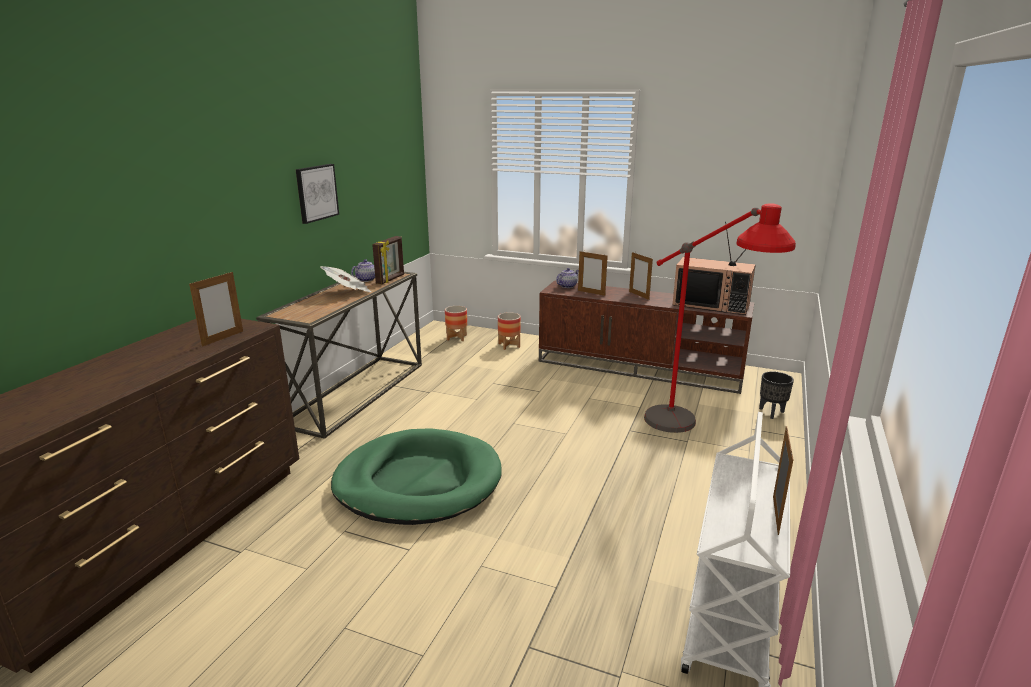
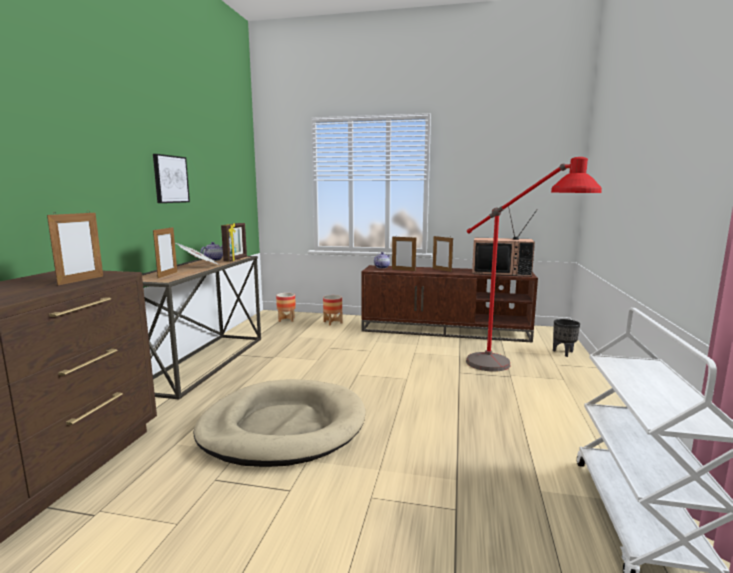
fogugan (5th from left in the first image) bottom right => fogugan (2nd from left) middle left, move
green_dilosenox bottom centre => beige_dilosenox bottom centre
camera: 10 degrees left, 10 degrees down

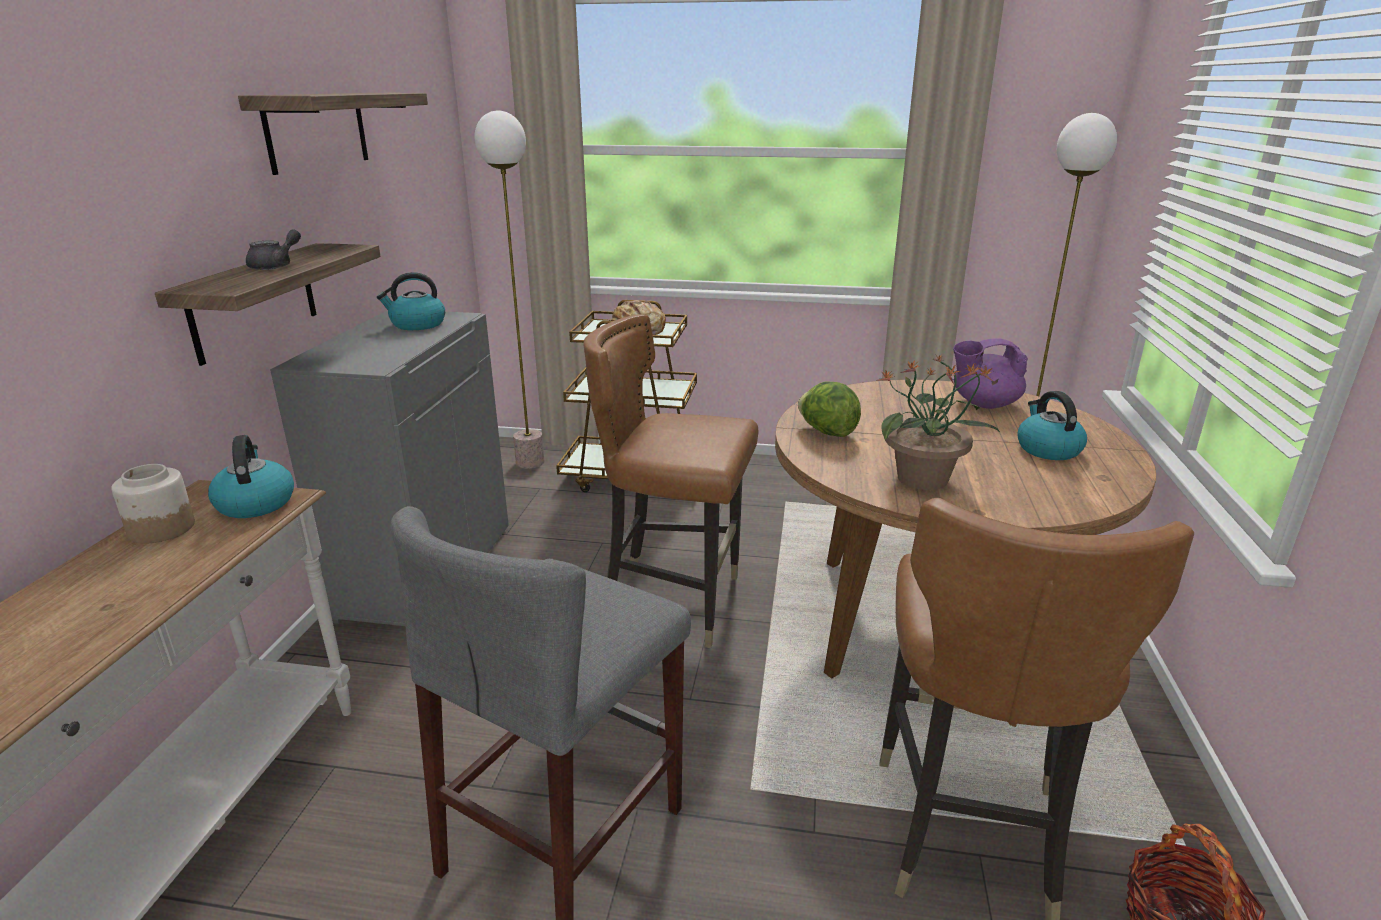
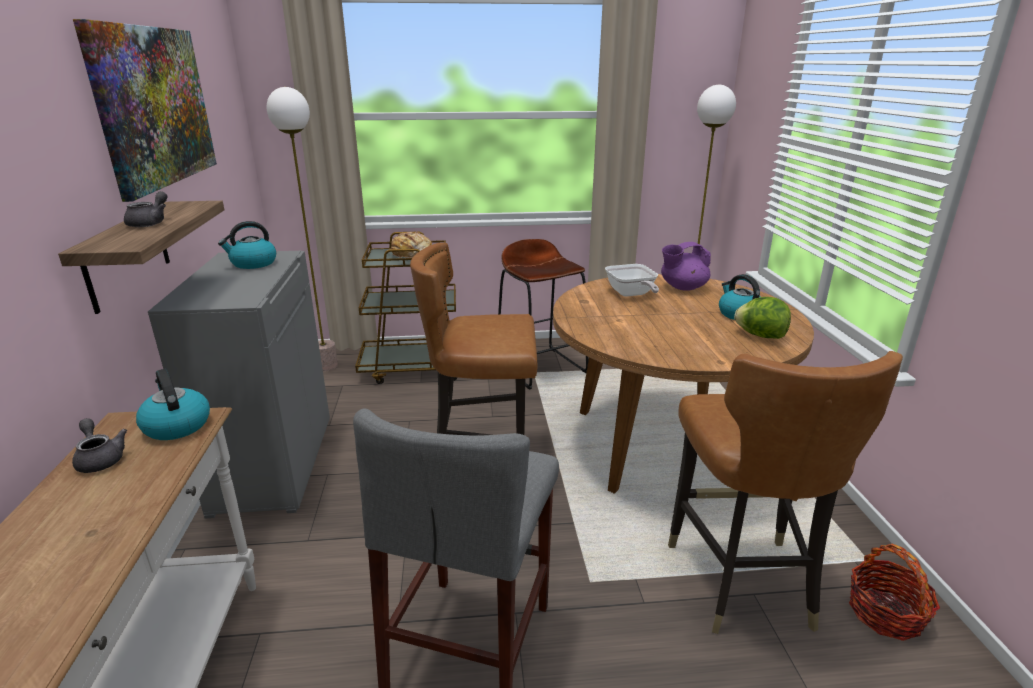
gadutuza middle left => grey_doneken (1st from left) middle left
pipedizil (2nd from left) top left => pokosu top left
nothing => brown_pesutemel centre
nothing => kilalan centre
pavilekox centre => pavilekox middle right, move
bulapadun middle right => nothing
camera: 15 degrees left, 0 degrees up

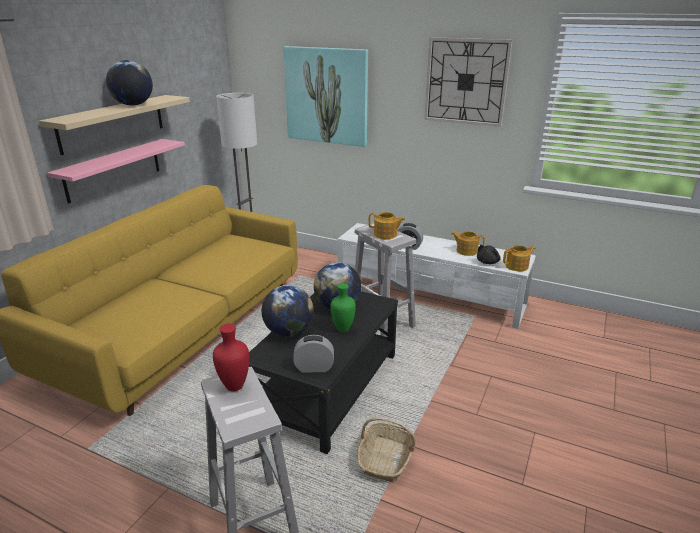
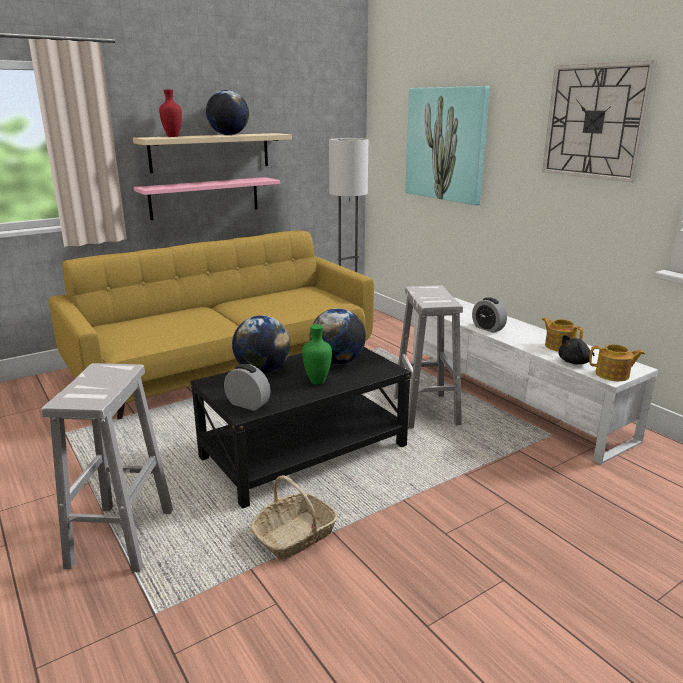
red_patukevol bottom left => red_patukevol top left, move
doneken (1st from left) centre => nothing
camera: 30 degrees right, 5 degrees down

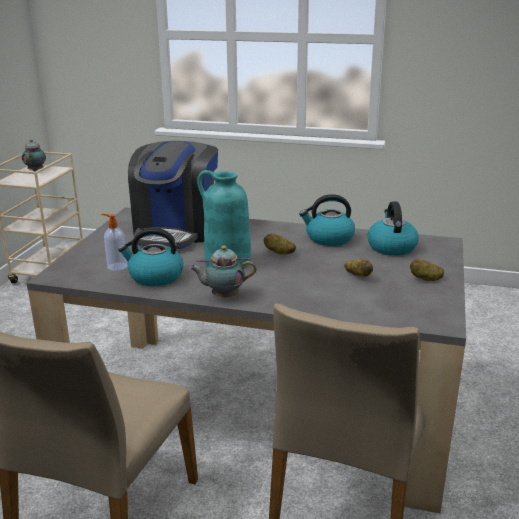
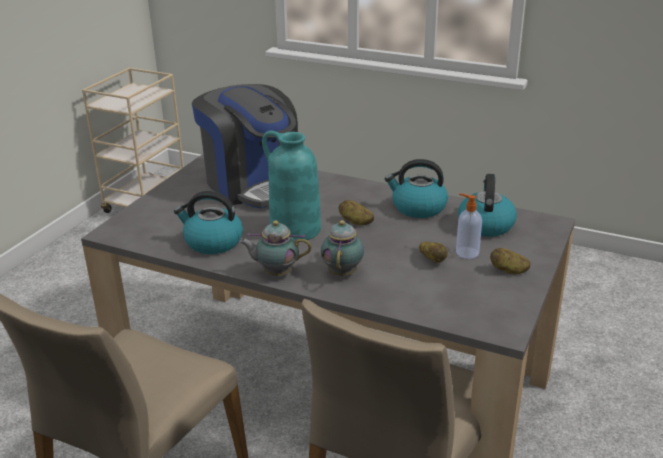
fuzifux centre => fuzifux top centre, 60 degrees counterclockwise
doneken (1st from left in the first image) top left => doneken (2nd from left) centre, move
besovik middle left => besovik middle right, move
camera: 10 degrees right, 5 degrees up

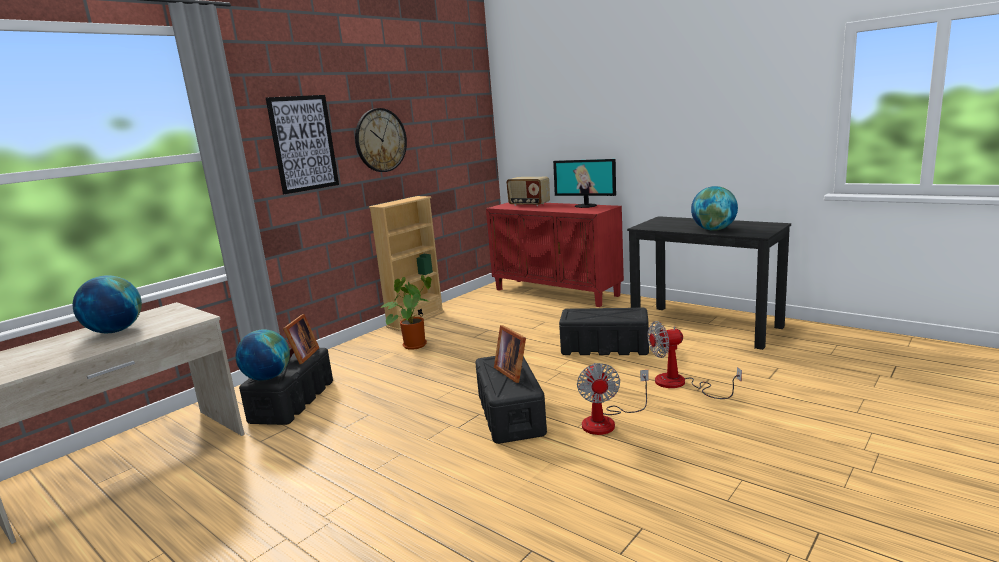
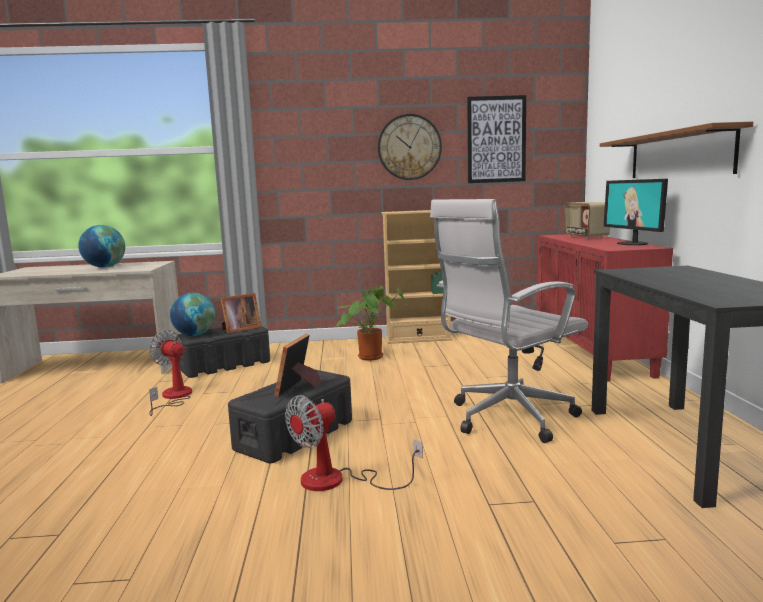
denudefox (2nd from left in the first image) middle right => denudefox (1st from left) middle left, move
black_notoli (3rd from left) centre => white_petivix middle right
pokosu top left => pokosu top centre, move
nothing => brown_pipedizil top right
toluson (3rd from left) middle right => nothing
camera: 45 degrees right, 5 degrees down

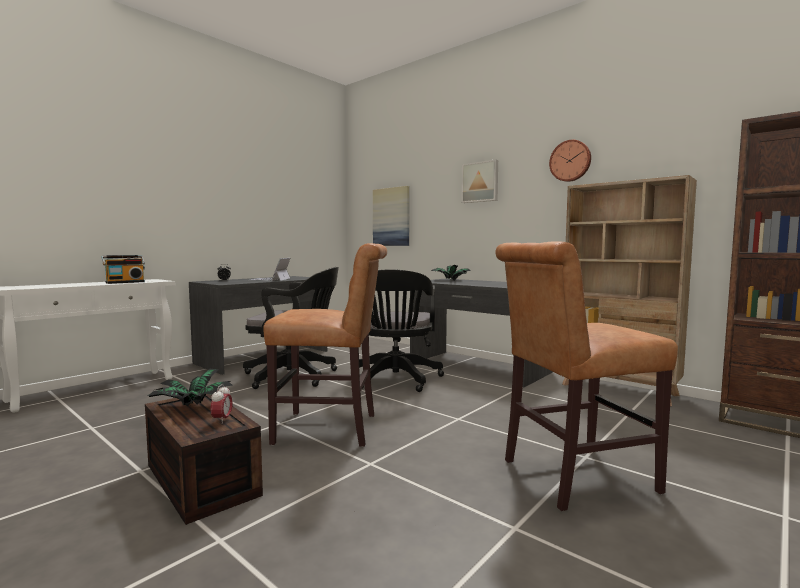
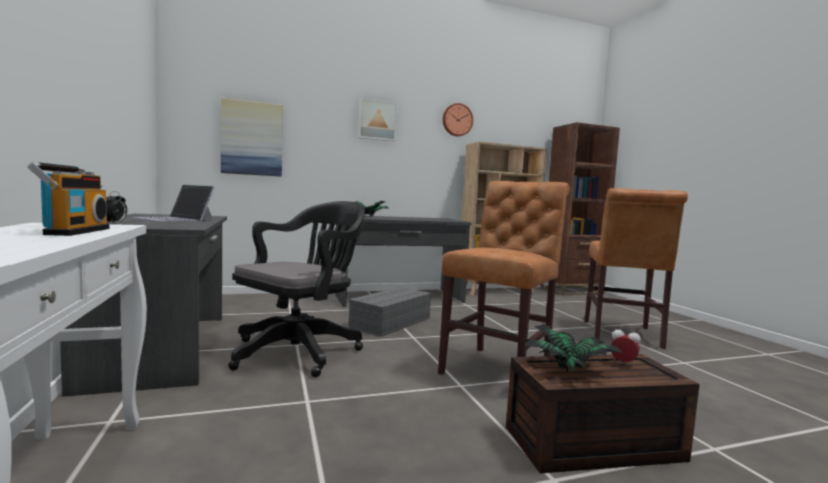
black_petivix (2nd from left) centre => grey_notoli centre
camera: 60 degrees left, 0 degrees up

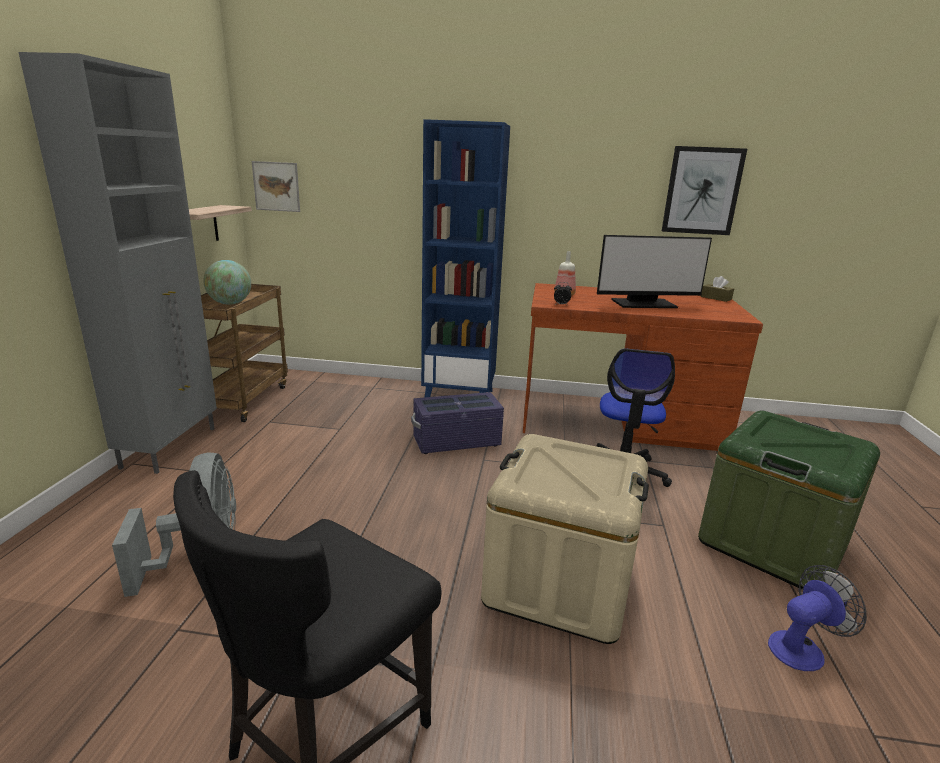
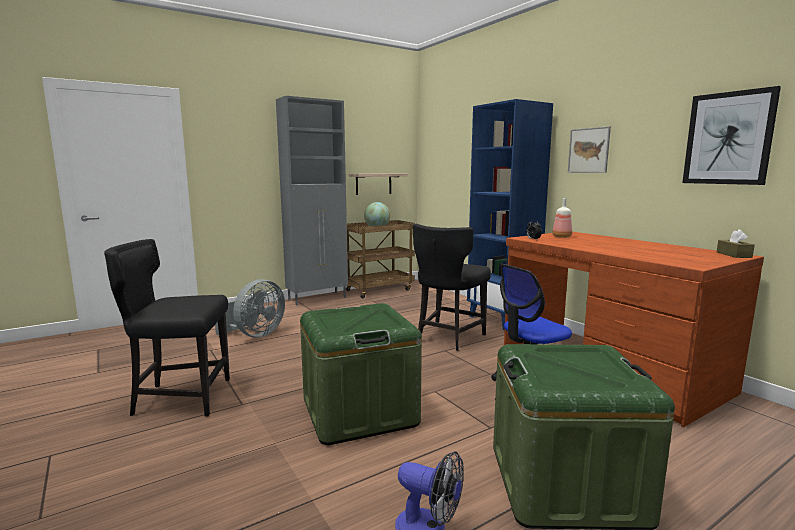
beige_notoli bottom centre => green_notoli (1st from left) bottom centre
purple_notoli centre => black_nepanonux (2nd from left) centre
pokosu (1st from left) top left => pokosu (1st from left) top right, move
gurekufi middle right => nothing
camera: 50 degrees right, 10 degrees down

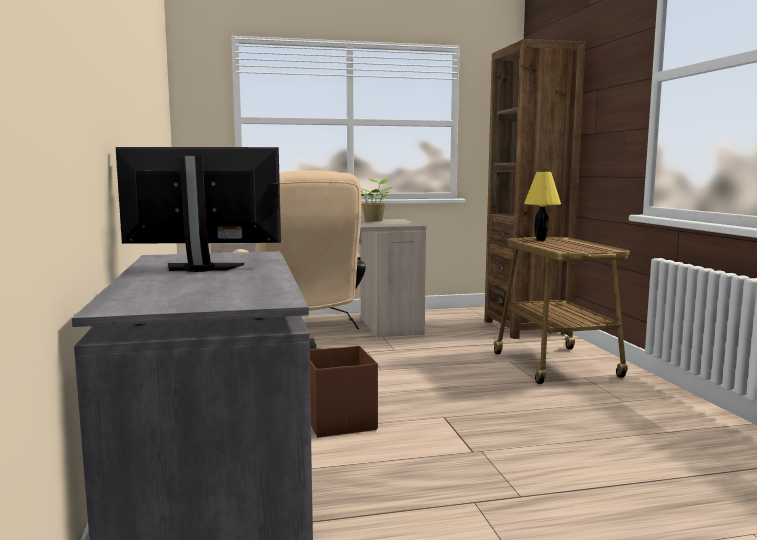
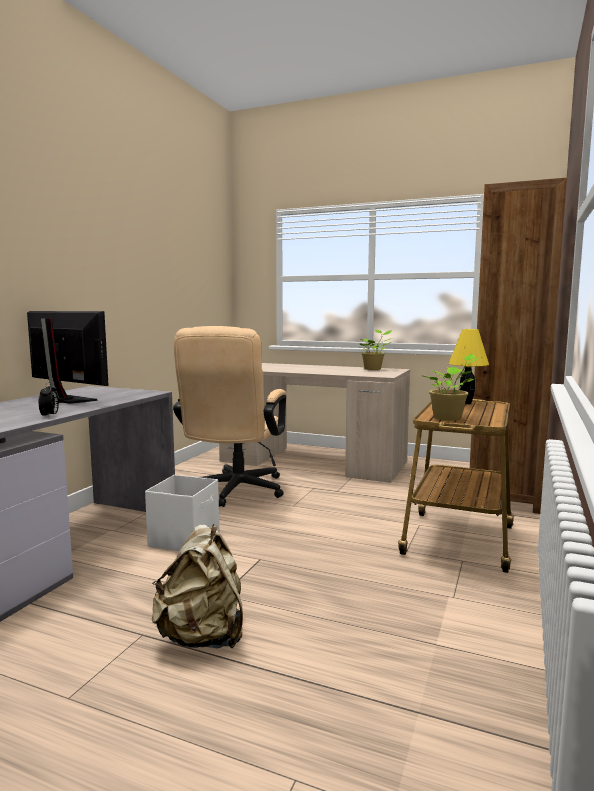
nothing => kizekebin middle left
brown_notoli bottom centre => white_notoli middle left
nothing => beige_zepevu bottom left
nothing => bulapadun (2nd from left) middle right
camera: 35 degrees right, 0 degrees up

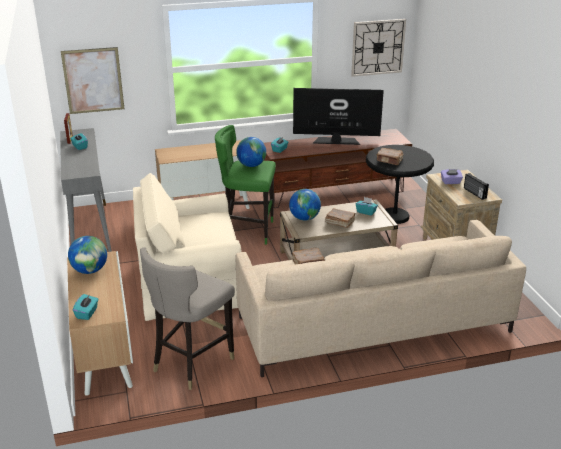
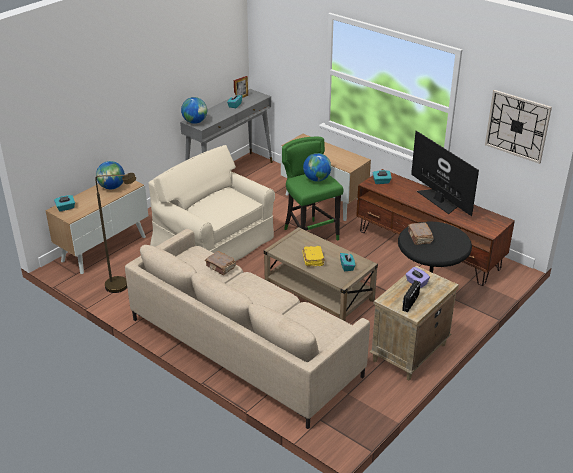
grey_pesutemel bottom centre => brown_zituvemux middle left
toluson (3rd from left in the first image) centre => toluson (2nd from left) top centre, move
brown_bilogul (2nd from left) centre => yellow_bilogul centre
pokosu top left => nothing
camera: 55 degrees right, 5 degrees up

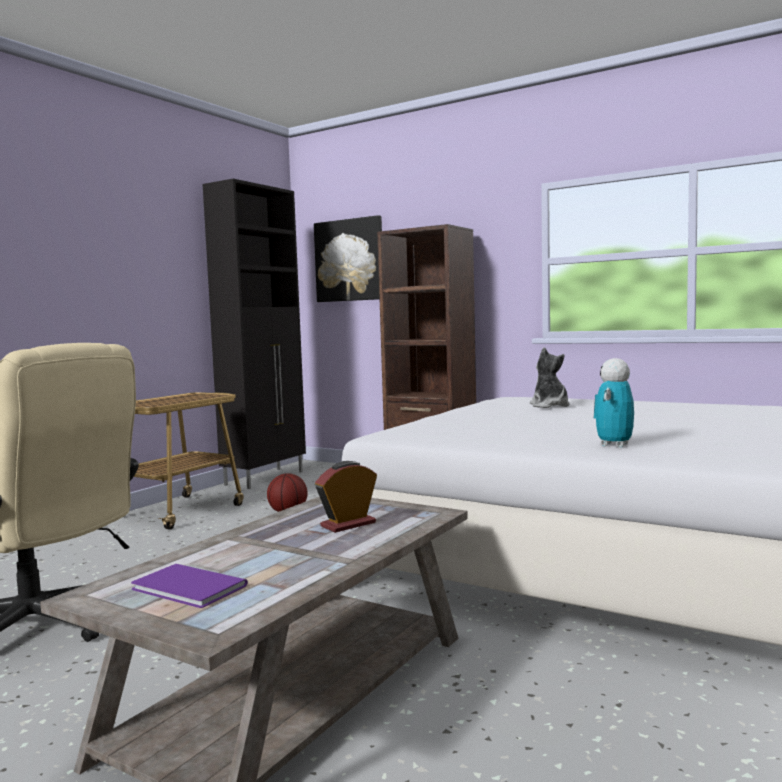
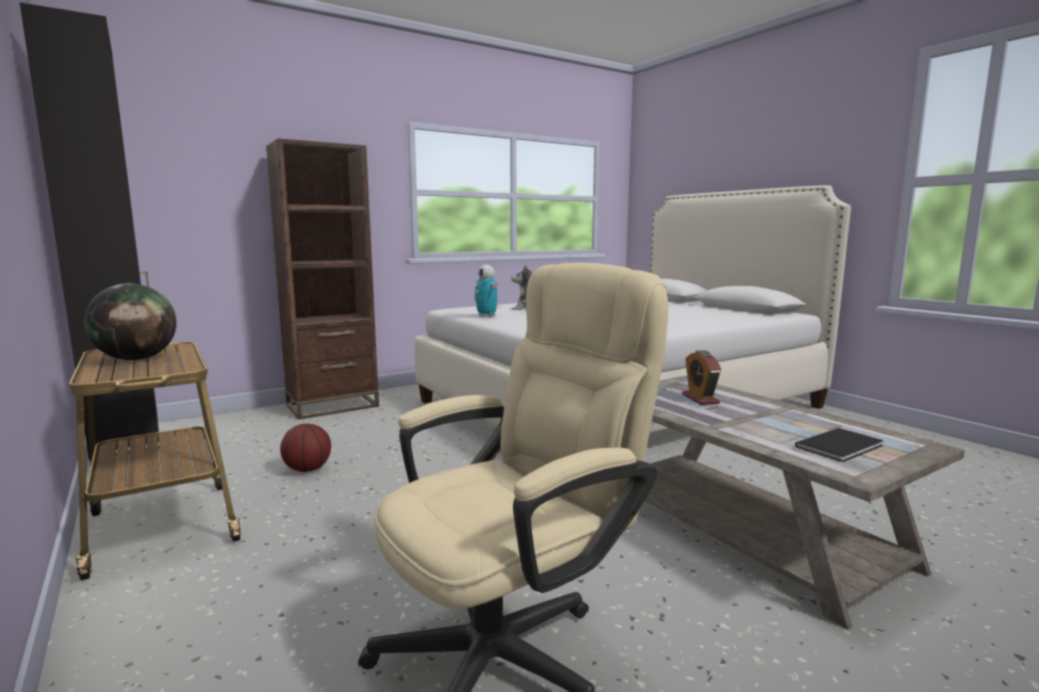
nothing => toluson middle left
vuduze middle right => vuduze centre, move
purple_bilogul bottom left => black_bilogul middle right
pokosu top centre => nothing
camera: 65 degrees left, 5 degrees up

